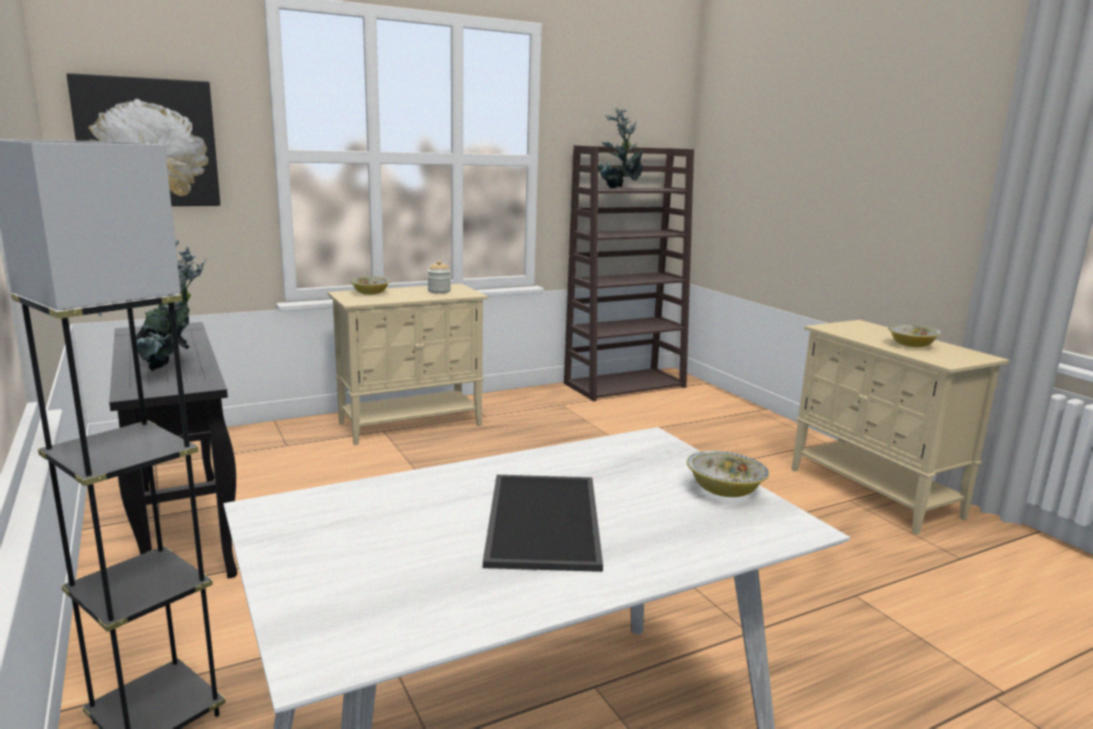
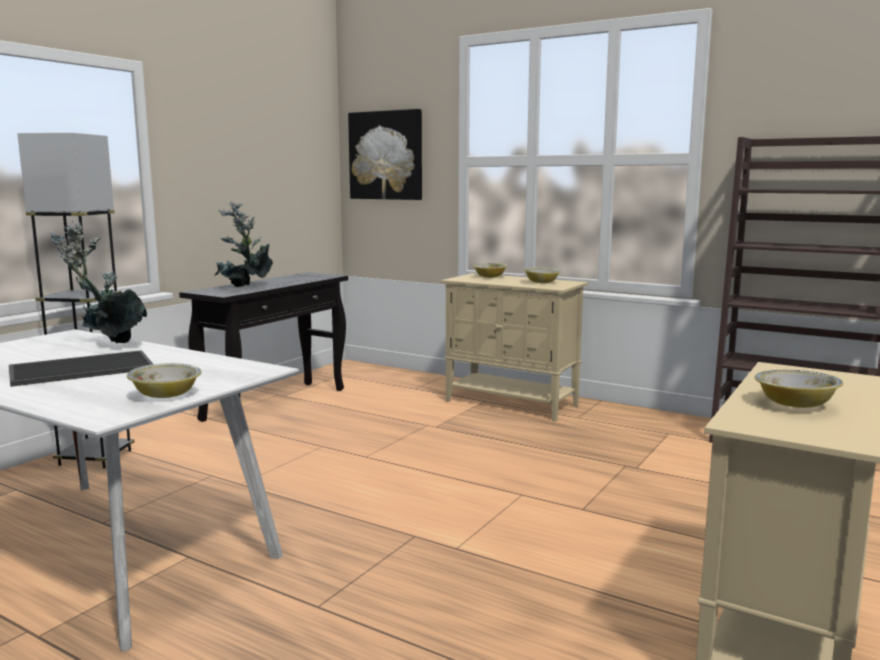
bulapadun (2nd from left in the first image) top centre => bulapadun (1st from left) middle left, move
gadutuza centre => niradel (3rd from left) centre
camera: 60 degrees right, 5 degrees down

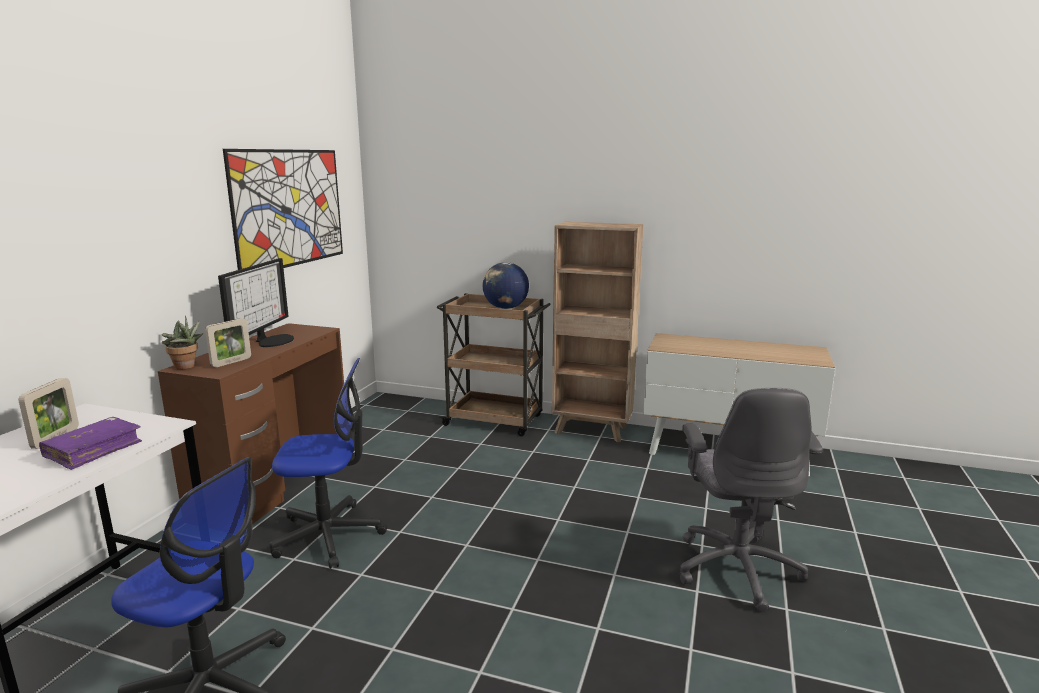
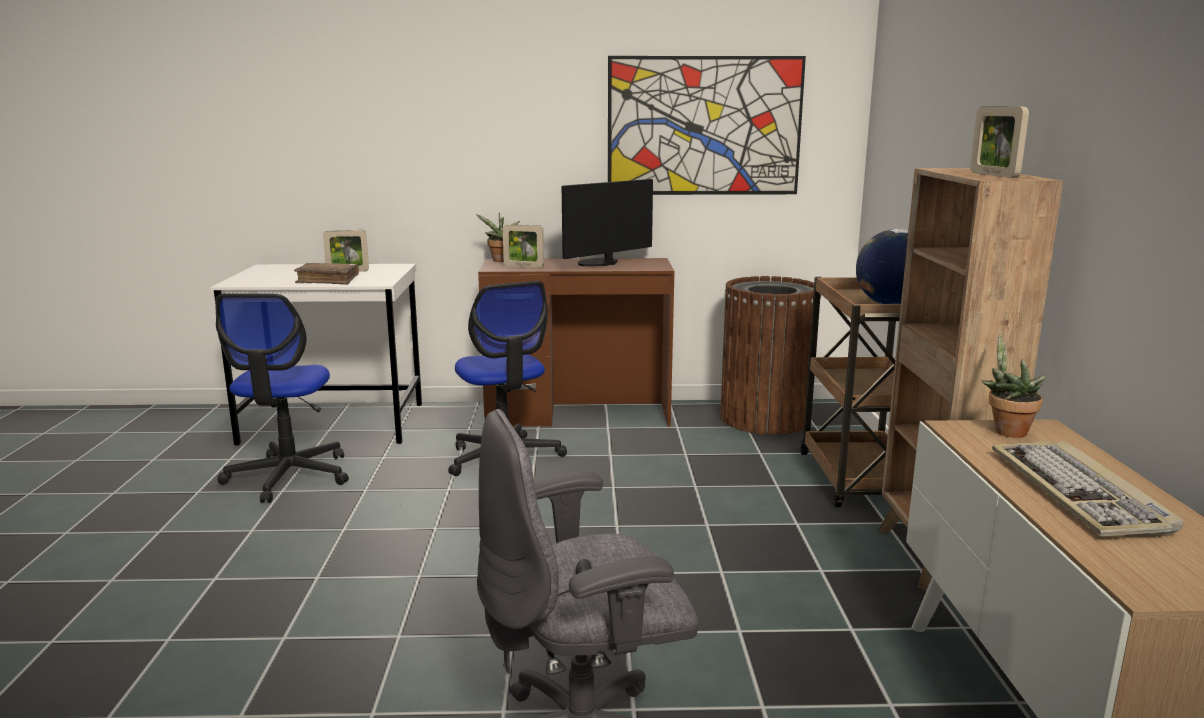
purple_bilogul middle left => brown_bilogul middle left
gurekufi middle left => gurekufi top centre, 150 degrees clockwise
nothing => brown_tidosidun centre
nothing => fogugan (3rd from left) top right
nothing => bulapadun (2nd from left) middle right
nothing => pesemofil bottom right
camera: 70 degrees right, 0 degrees up

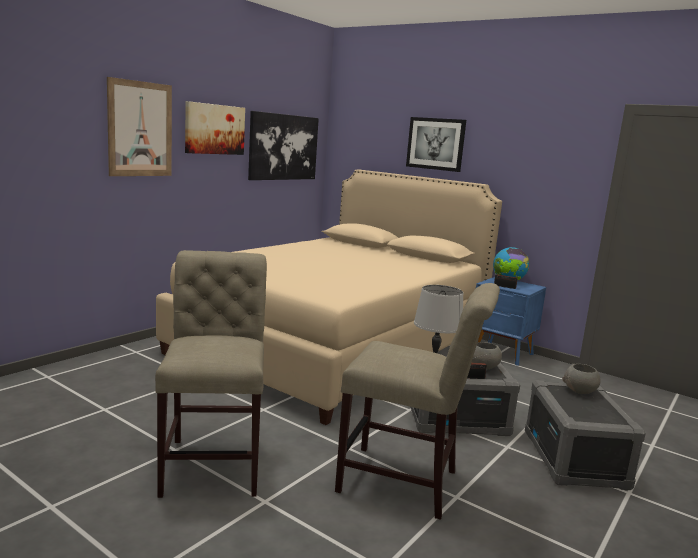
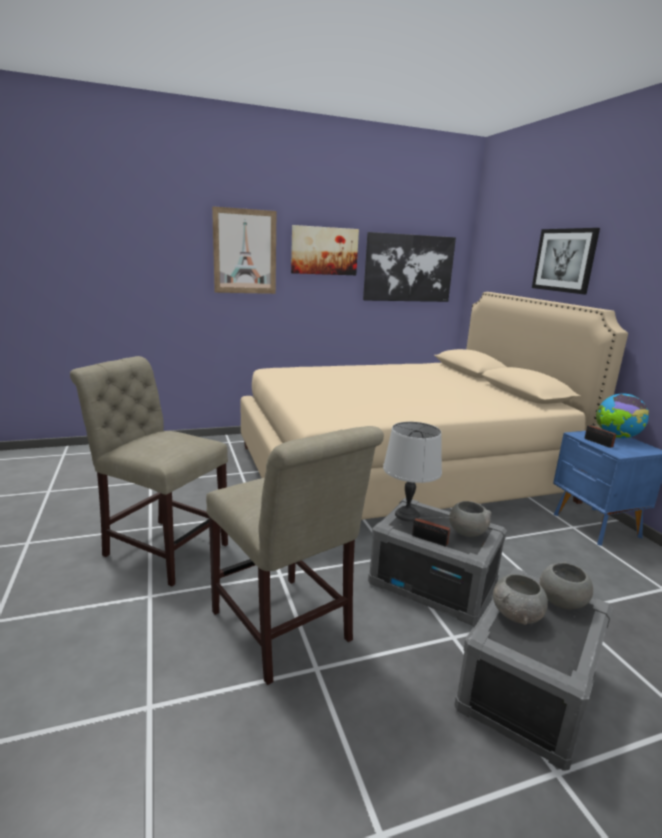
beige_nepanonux (1st from left) bottom left => beige_nepanonux (1st from left) middle left, 90 degrees counterclockwise
nothing => grey_niradel (2nd from left) bottom right
camera: 35 degrees right, 5 degrees up

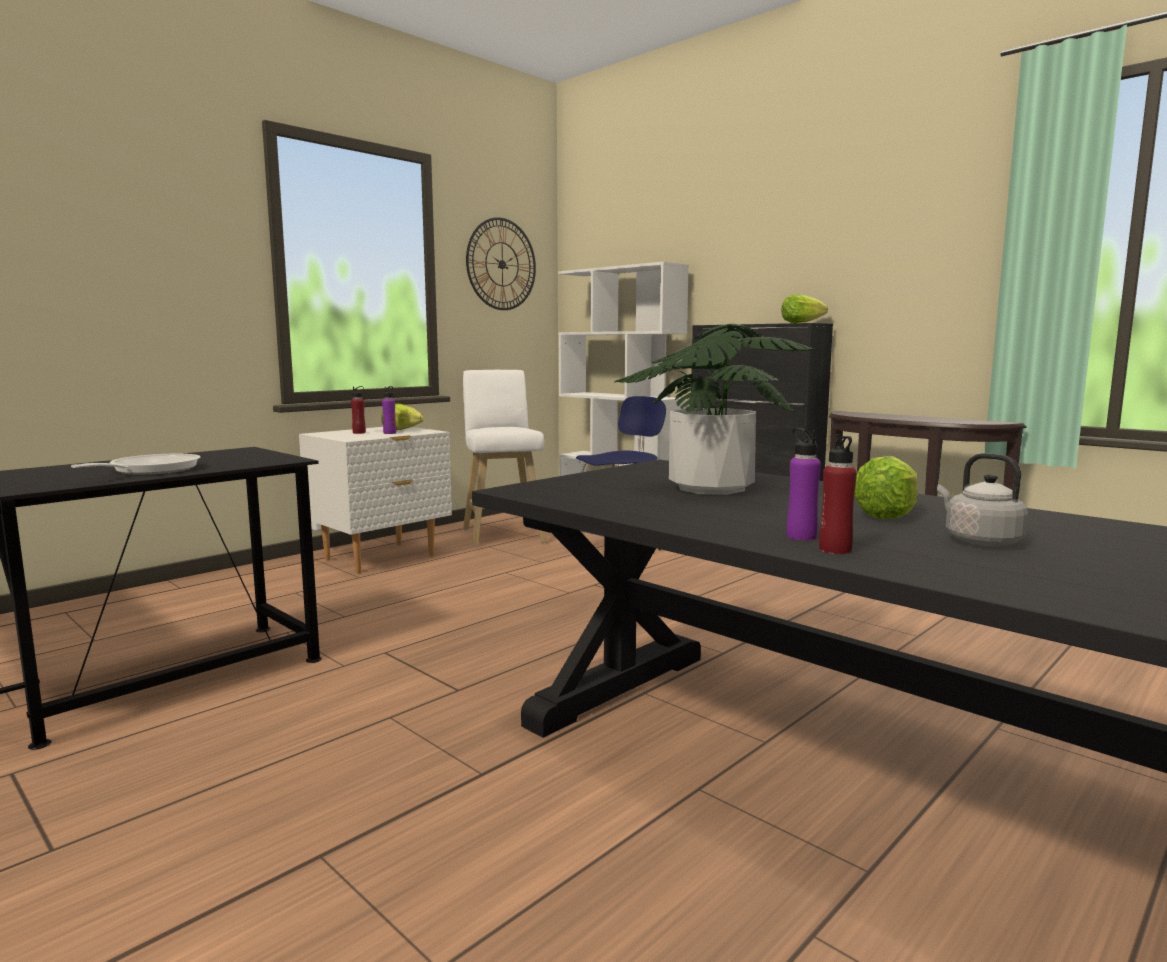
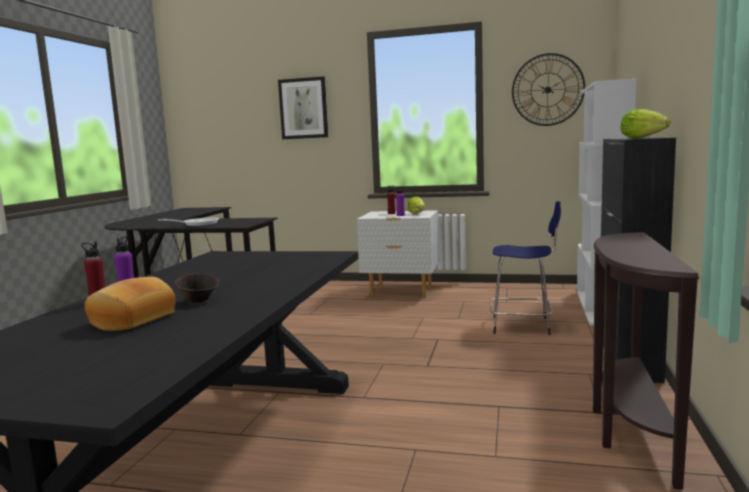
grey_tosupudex middle right => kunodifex middle left
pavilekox (3rd from left) middle right => brown_niradel middle left
nothing => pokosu top centre
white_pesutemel centre => nothing
bulapadun centre => nothing
camera: 60 degrees right, 0 degrees up

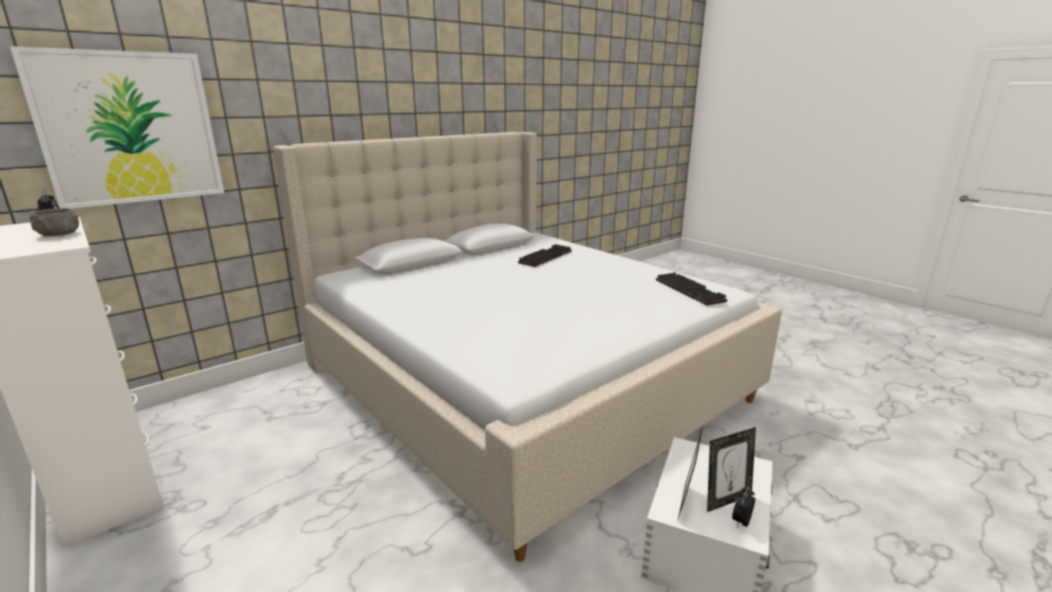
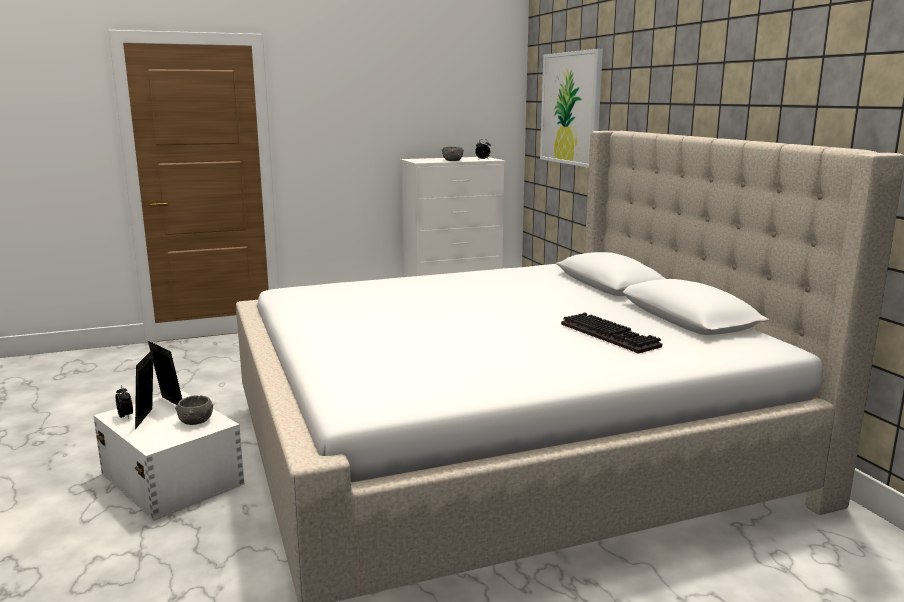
nothing => grey_niradel (1st from left) bottom left
pesemofil (2nd from left) centre => nothing
camera: 110 degrees right, 5 degrees down

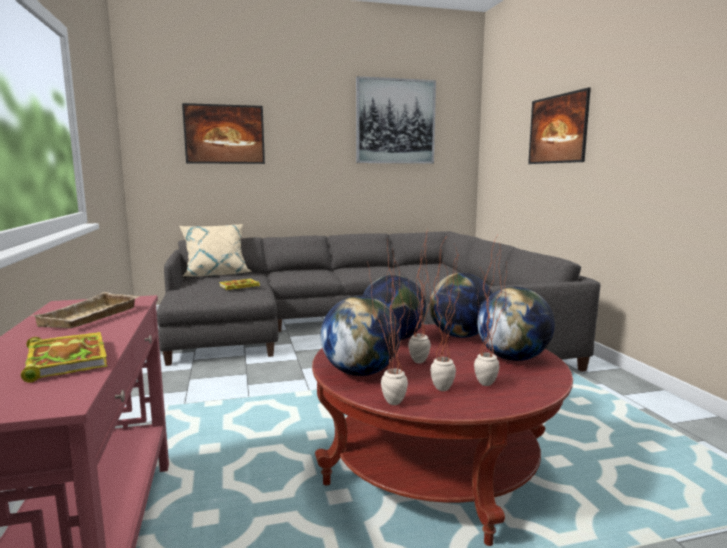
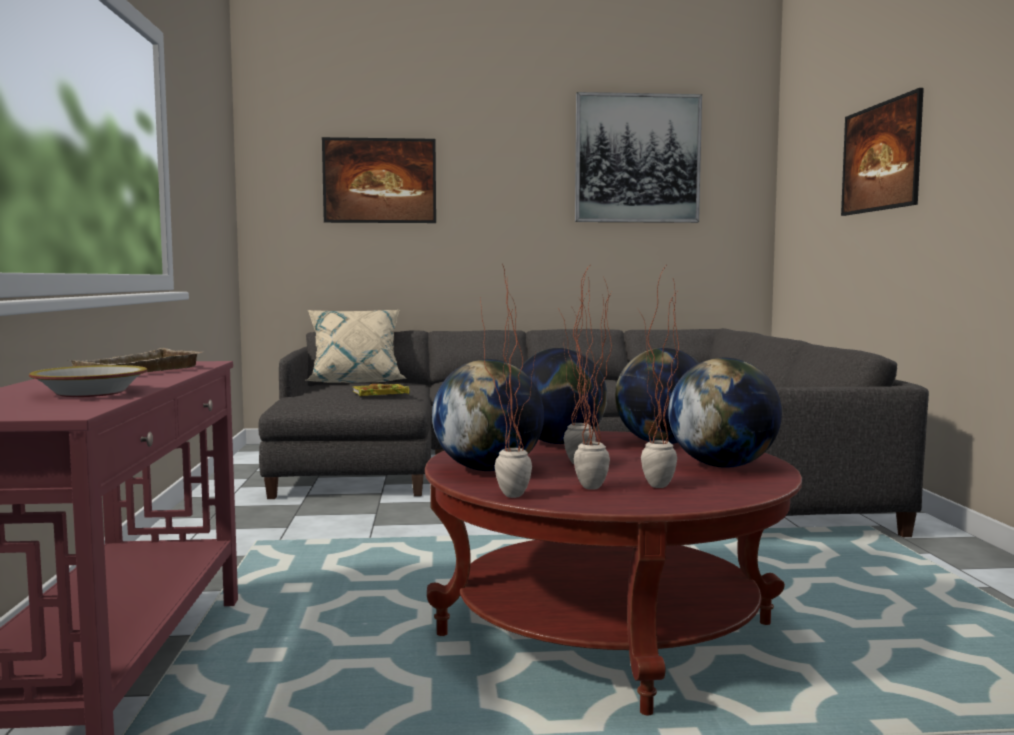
bilogul (1st from left) middle left => niradel middle left
camera: 10 degrees right, 5 degrees down

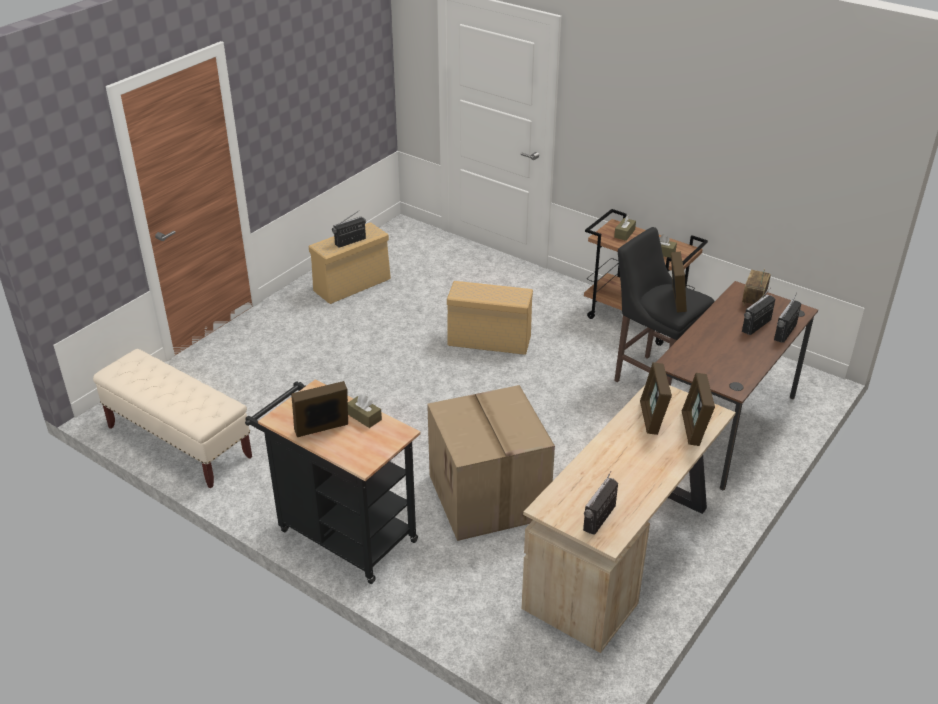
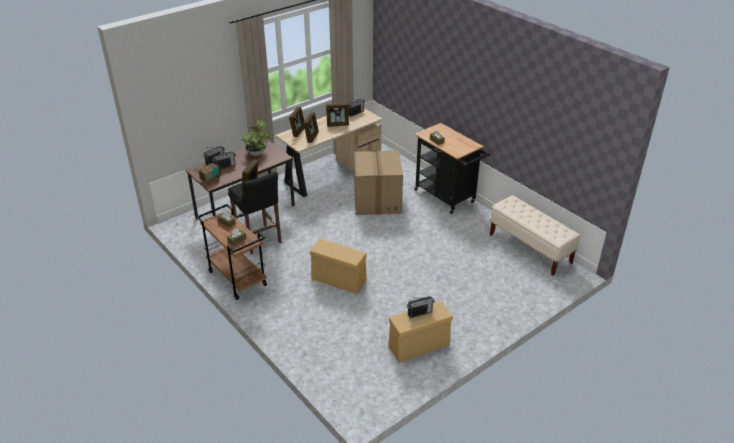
nothing => bulapadun top centre
fogugan (1st from left in the first image) centre => fogugan (4th from left) top centre, move
camera: 165 degrees left, 0 degrees up

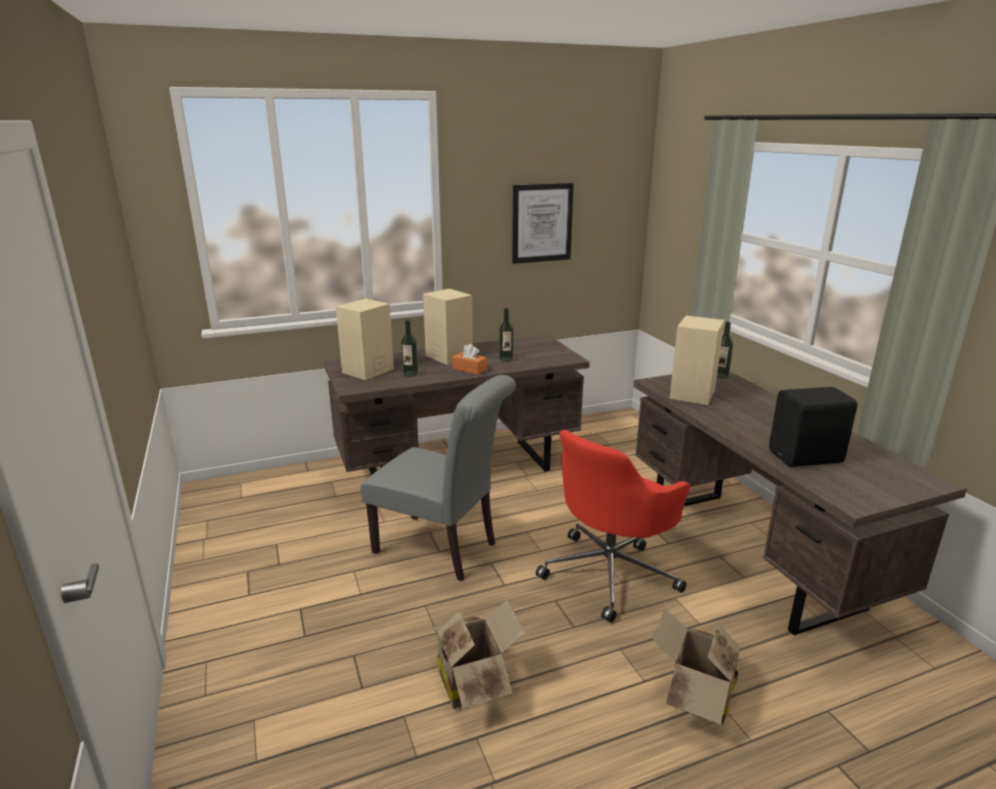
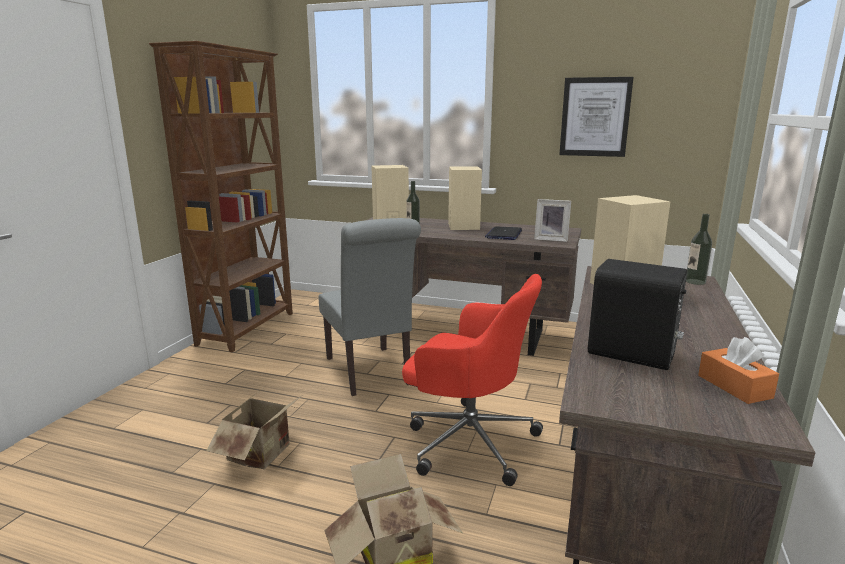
nothing => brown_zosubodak middle left
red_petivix bottom centre, 150 degrees counterclockwise
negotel (2nd from left) centre => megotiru centre
nothing => fogugan centre
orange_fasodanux centre => orange_fasodanux middle right, move
camera: 40 degrees right, 5 degrees down

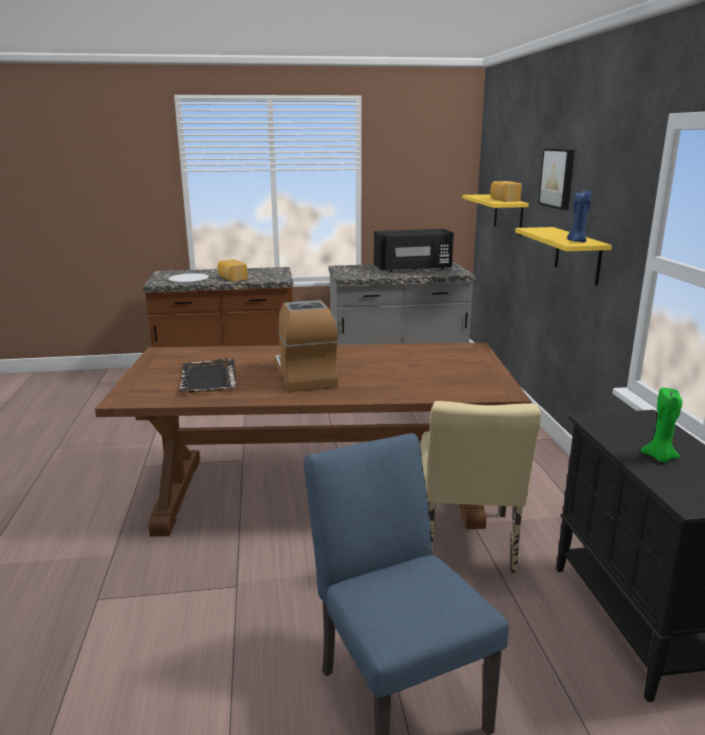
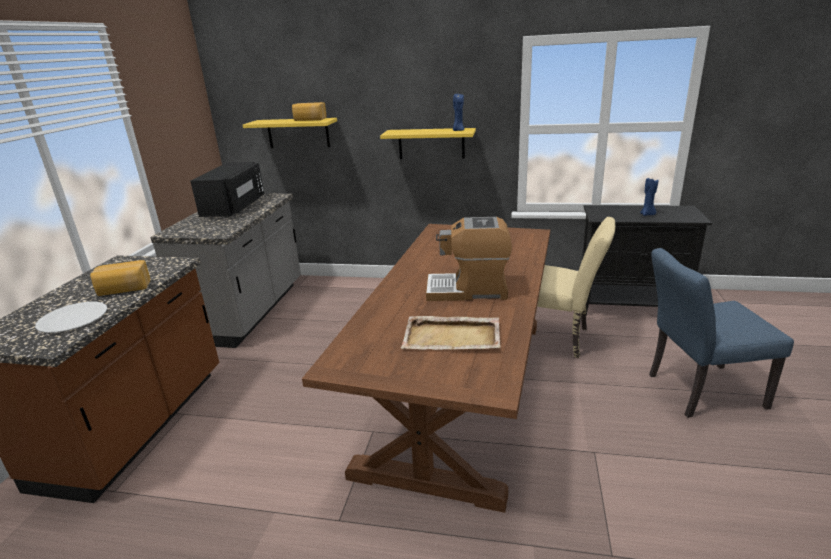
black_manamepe middle left => beige_manamepe centre
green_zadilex middle right => blue_zadilex (2nd from left) middle right
pokosu top right => nothing
camera: 70 degrees left, 5 degrees up

